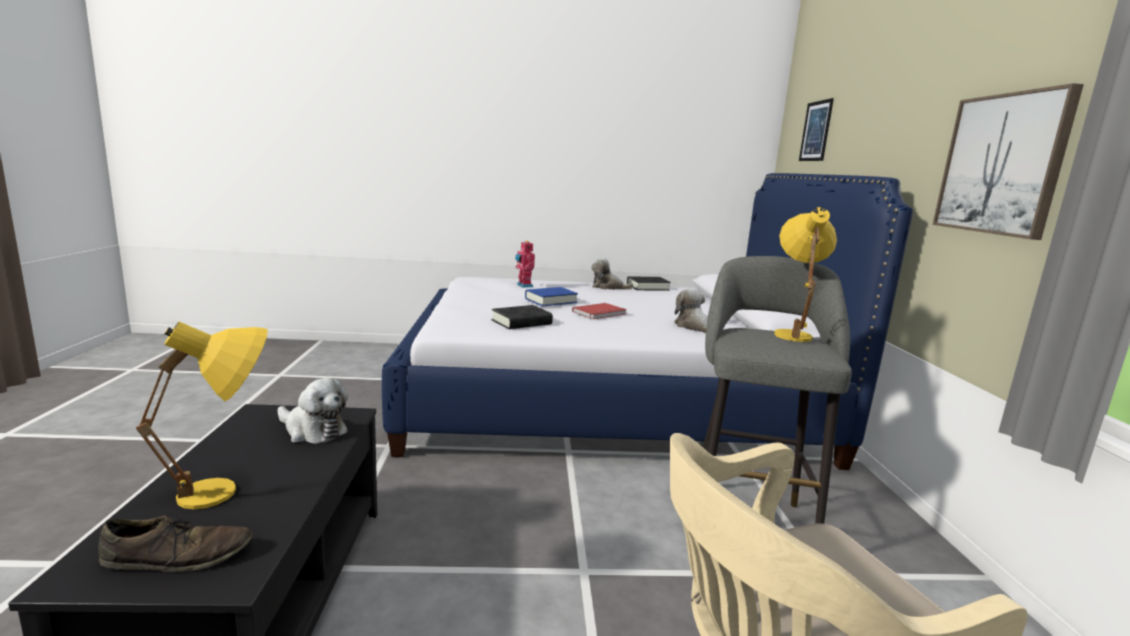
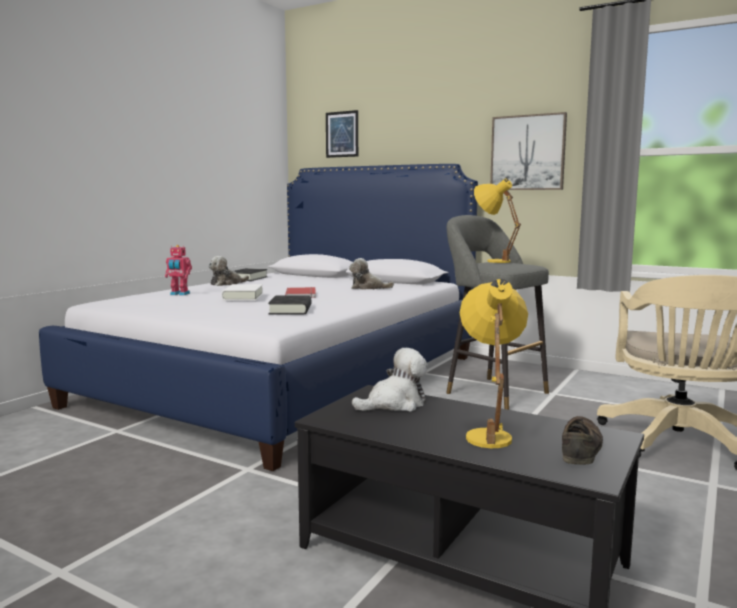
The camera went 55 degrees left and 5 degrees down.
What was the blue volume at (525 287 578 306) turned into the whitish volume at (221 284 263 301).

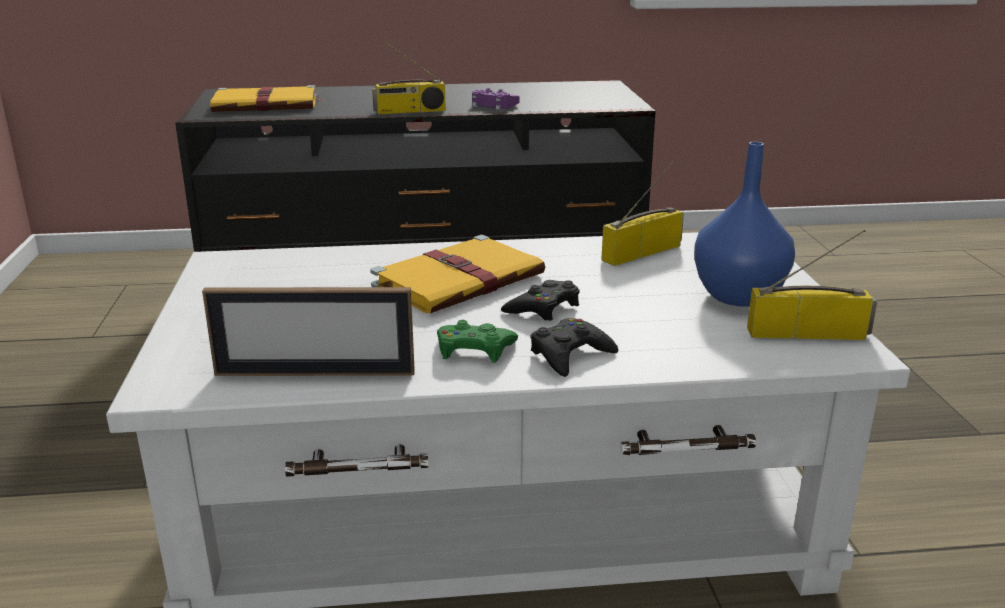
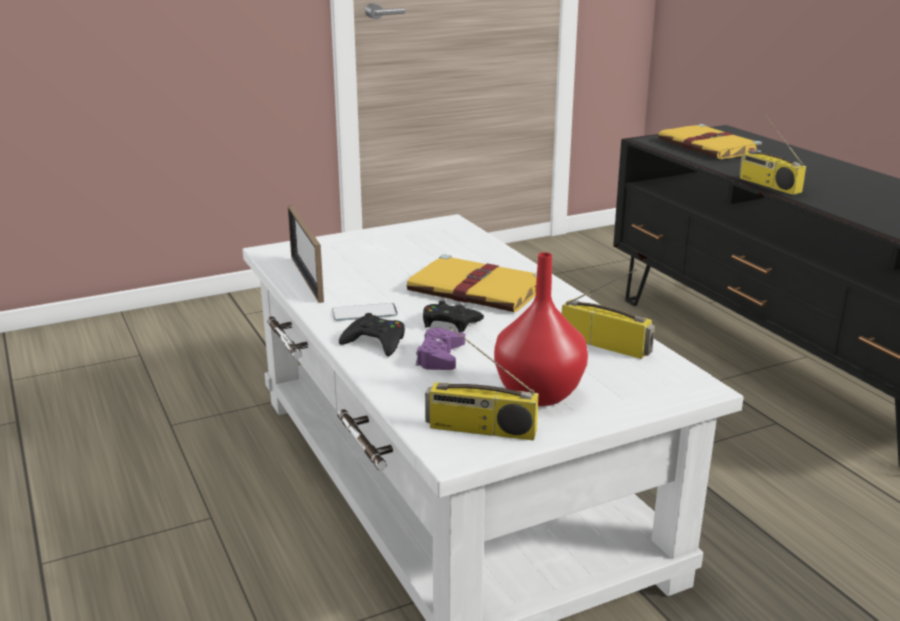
The camera went 70 degrees right and 0 degrees up.
The purplish gamepad ended up elsewhere, having gone from (472 88 520 110) to (416 328 465 370).
What was the blue vase at (694 142 795 307) turned into the red vase at (494 252 588 406).
The radio receiver at (747 230 877 340) ended up facing another way, 120 degrees clockwise from before.
Where the greenish gamepad stood at (437 320 518 363), the handset came to stand at (332 303 398 321).

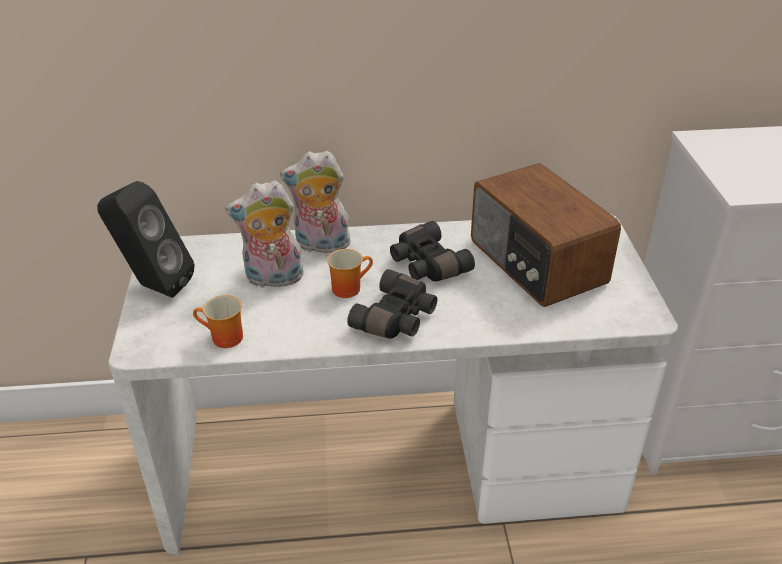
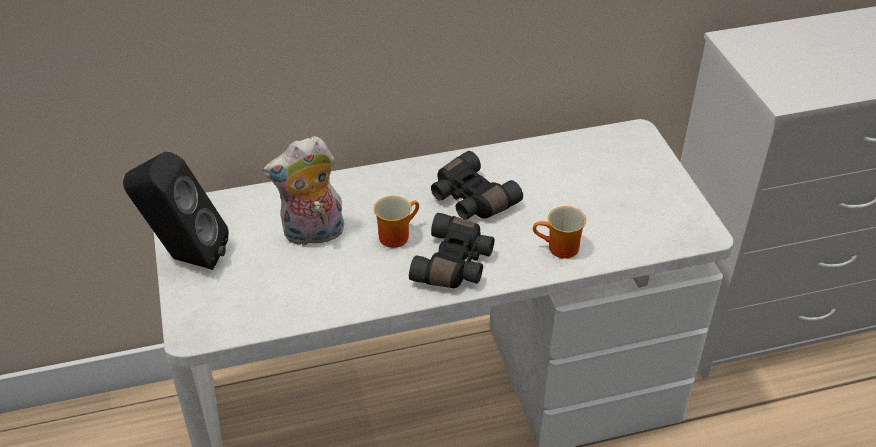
The camera went 10 degrees left and 5 degrees up.
The second view lost the cuddly toy at (280 150 353 253).
The second view lost the radio receiver at (471 163 621 307).
The tea mug ended up elsewhere, having gone from (193 295 243 348) to (533 206 586 259).

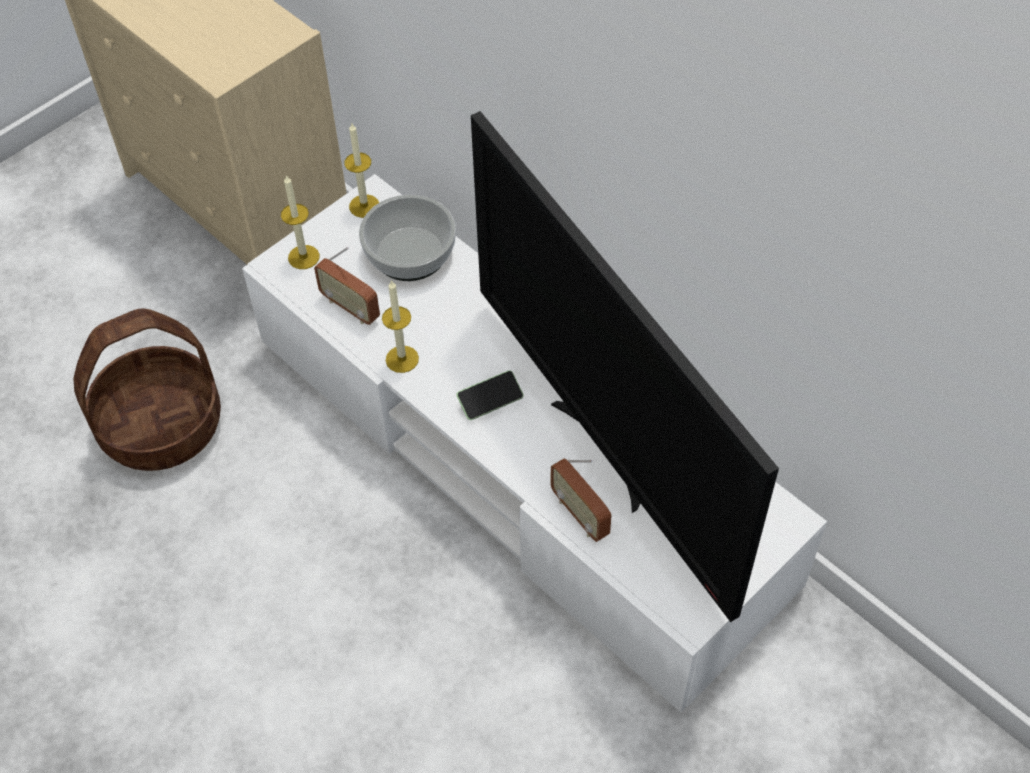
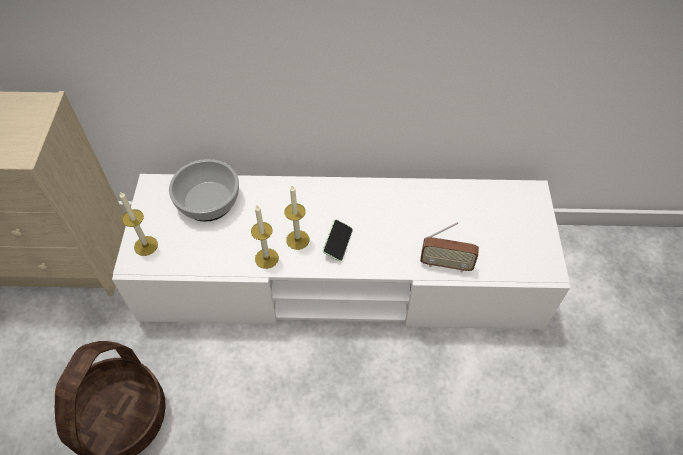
The camera went 45 degrees left and 0 degrees up.
The second view lost the television at (471 111 779 622).
The candle ended up elsewhere, having gone from (344 123 379 218) to (285 185 309 250).
The second view lost the radio receiver at (314 247 380 325).

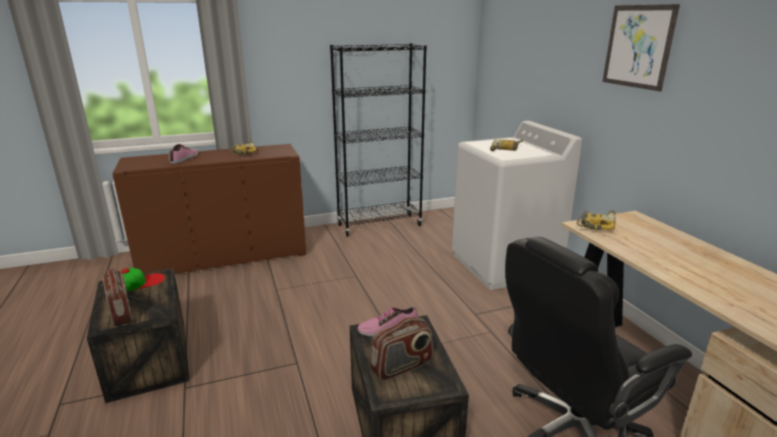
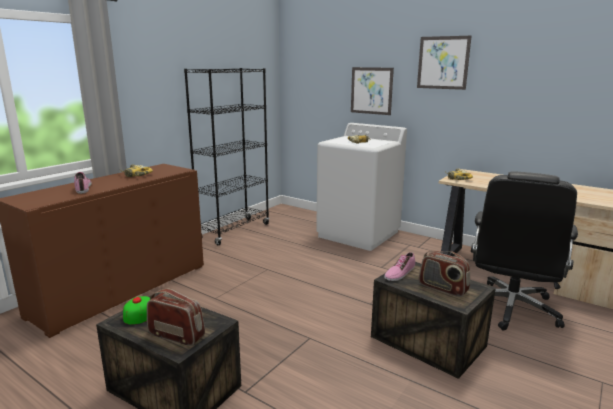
The camera went 35 degrees left and 5 degrees down.
The radio receiver at (369 317 433 381) ended up facing another way, 105 degrees clockwise from before.
The second view gained the wall picture at (351 67 394 115).

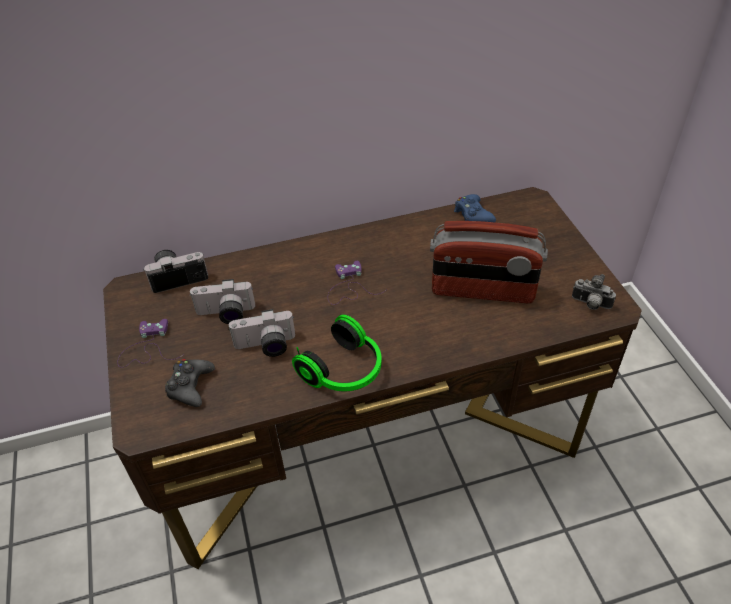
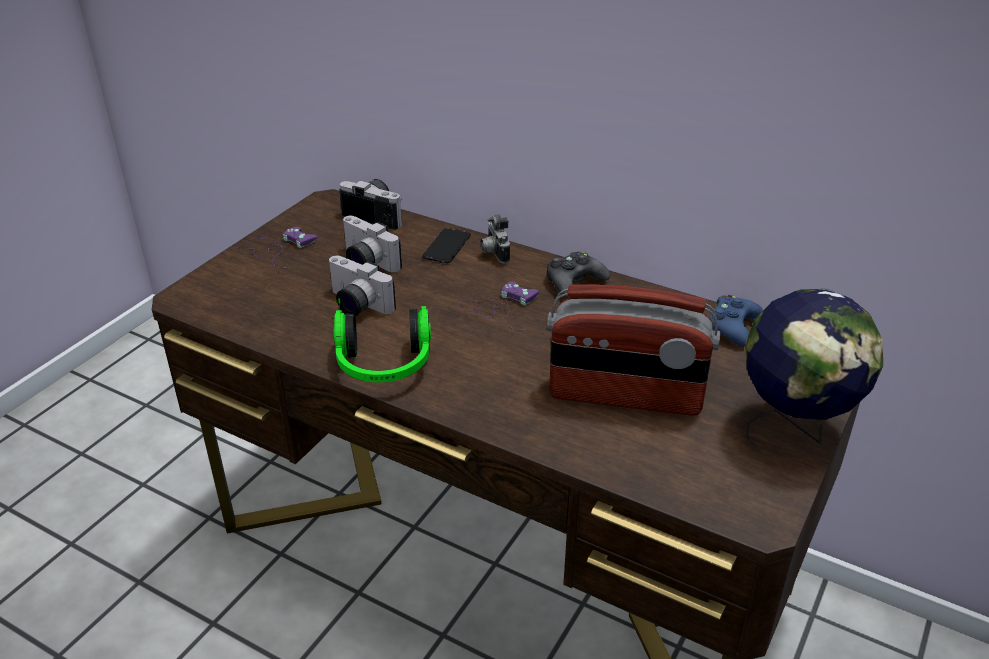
The camera went 45 degrees right and 10 degrees down.
The radio receiver at (430 221 548 303) ended up facing another way, 45 degrees counterclockwise from before.
The still camera ended up elsewhere, having gone from (572 274 616 310) to (481 214 510 263).
The black-coloured gamepad ended up elsewhere, having gone from (165 359 215 407) to (547 251 610 297).
The second view gained the handset at (422 228 471 263).
The second view gained the world globe at (745 289 883 453).

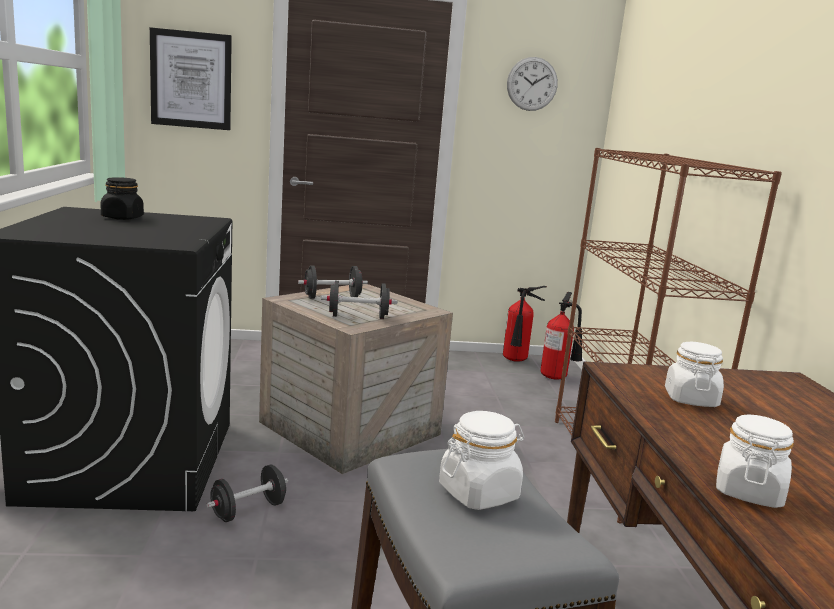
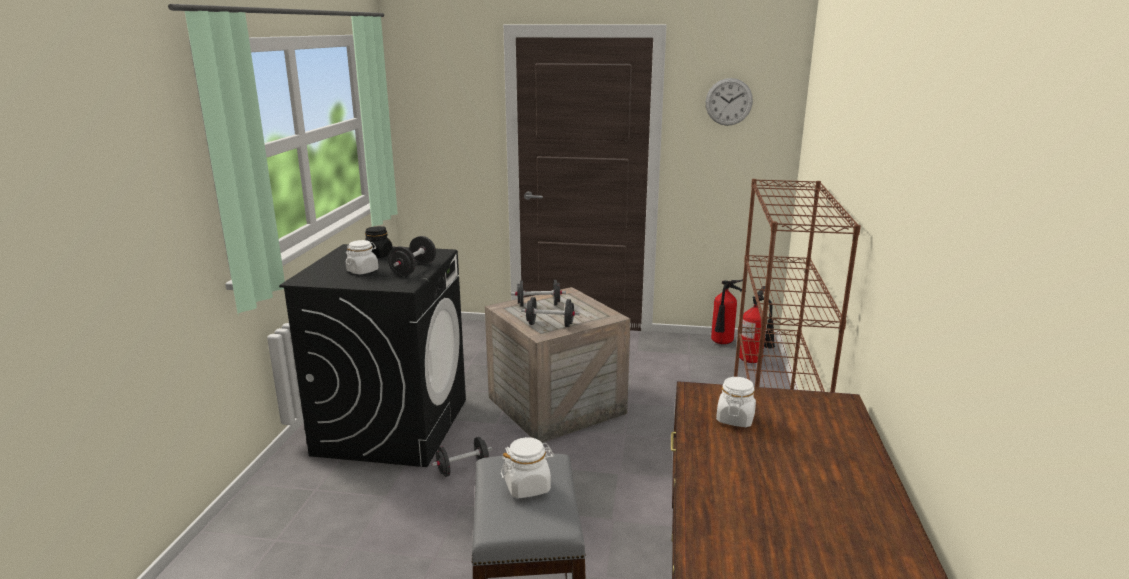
The camera went 15 degrees right and 5 degrees up.
The second view lost the wall picture at (150 27 232 130).
The whitish preserve jar ended up elsewhere, having gone from (716 414 794 508) to (346 240 378 274).
The second view gained the black-coloured free weight at (388 236 436 276).

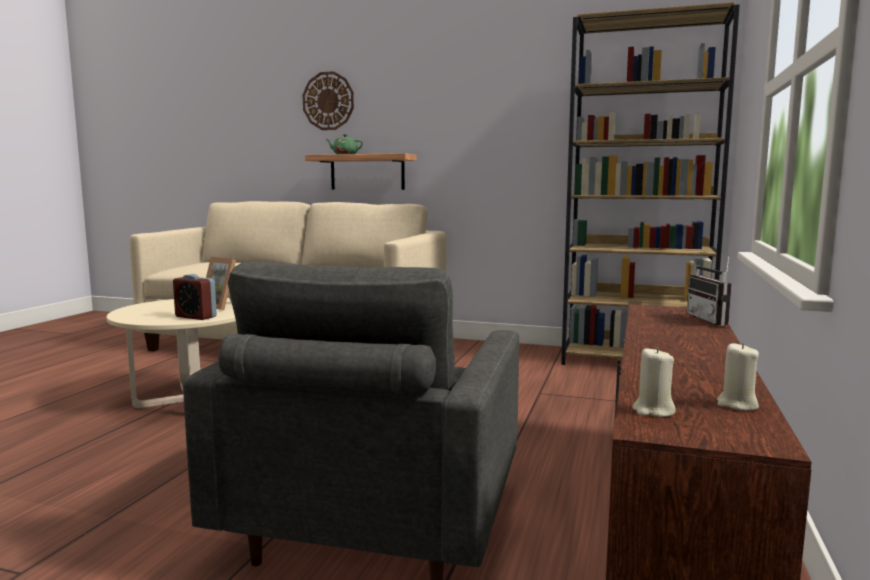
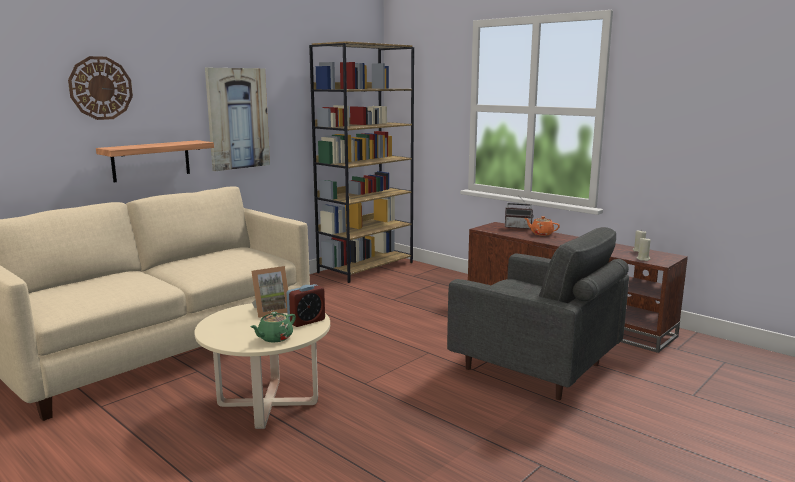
The camera went 65 degrees left and 5 degrees up.
The greenish teapot ended up elsewhere, having gone from (326 134 363 154) to (250 312 296 343).
The second view gained the wall picture at (205 68 270 171).
The second view gained the orangey teapot at (525 216 560 235).

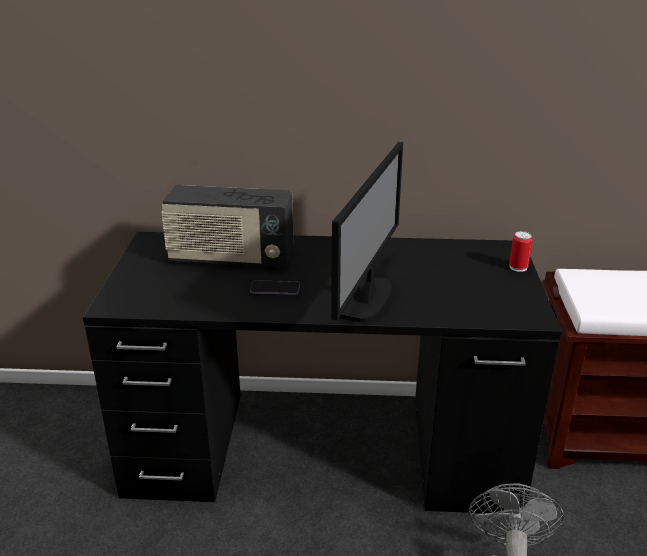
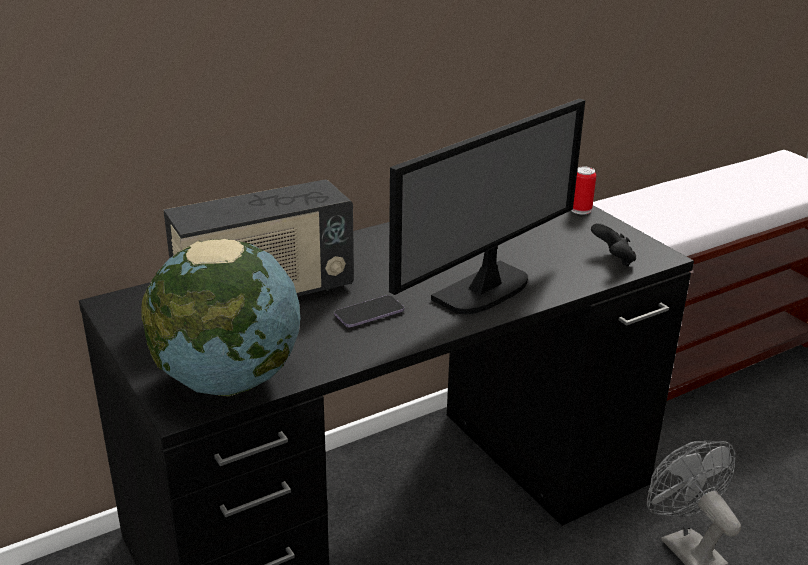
The camera went 35 degrees left and 0 degrees up.
The computer screen at (331 142 403 322) ended up facing another way, 60 degrees clockwise from before.
The second view gained the black-coloured gamepad at (591 223 636 267).
The second view gained the world globe at (141 239 300 396).

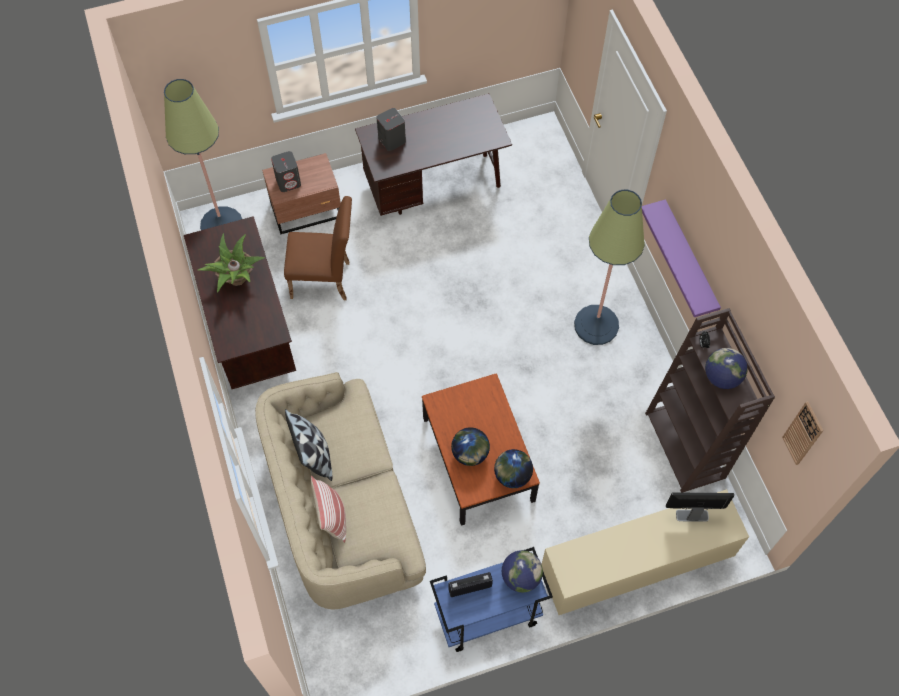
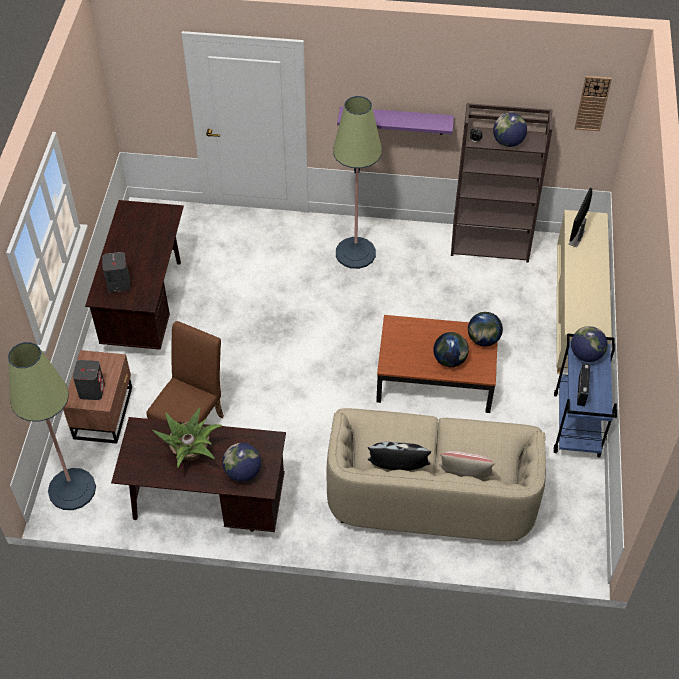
The camera went 65 degrees left and 10 degrees down.
The second view gained the world globe at (222 443 261 482).

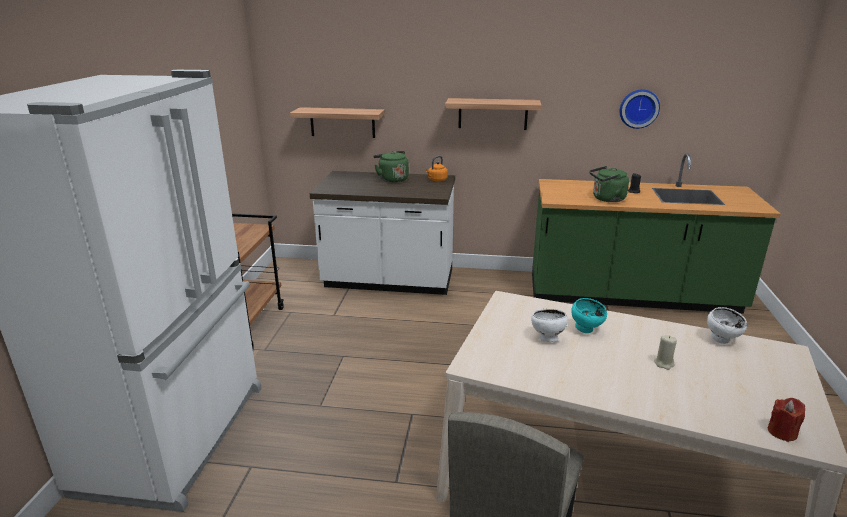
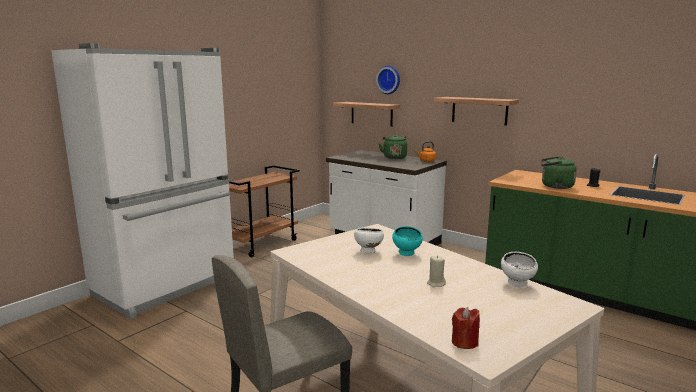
The camera went 30 degrees right and 10 degrees down.
The clock on the wall ended up elsewhere, having gone from (620 89 660 129) to (376 65 400 94).

